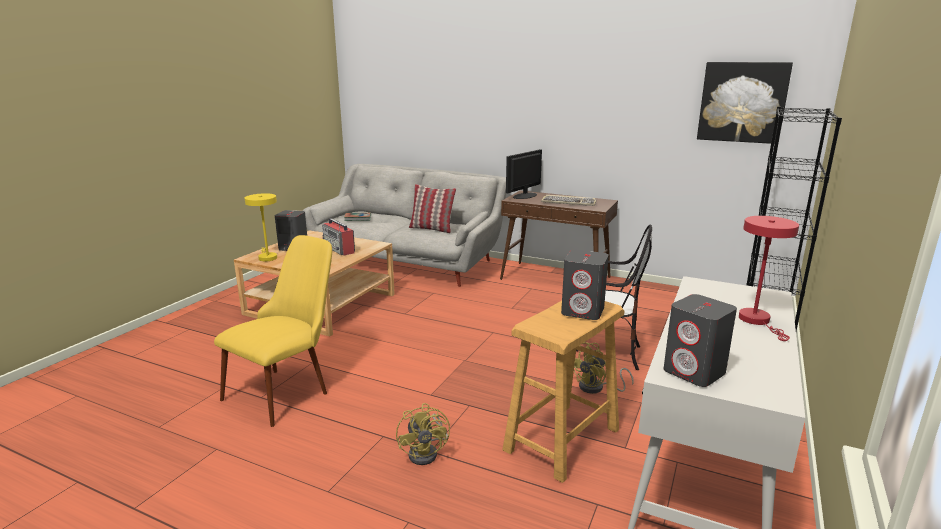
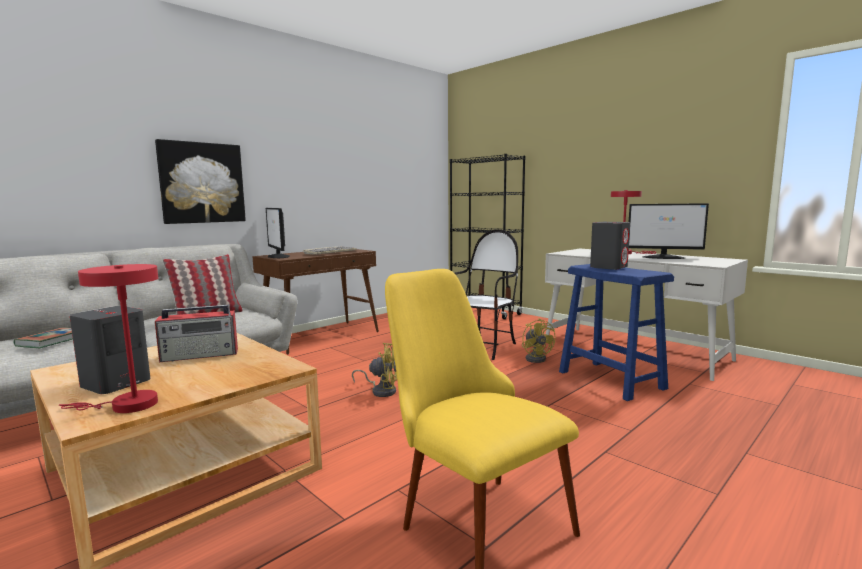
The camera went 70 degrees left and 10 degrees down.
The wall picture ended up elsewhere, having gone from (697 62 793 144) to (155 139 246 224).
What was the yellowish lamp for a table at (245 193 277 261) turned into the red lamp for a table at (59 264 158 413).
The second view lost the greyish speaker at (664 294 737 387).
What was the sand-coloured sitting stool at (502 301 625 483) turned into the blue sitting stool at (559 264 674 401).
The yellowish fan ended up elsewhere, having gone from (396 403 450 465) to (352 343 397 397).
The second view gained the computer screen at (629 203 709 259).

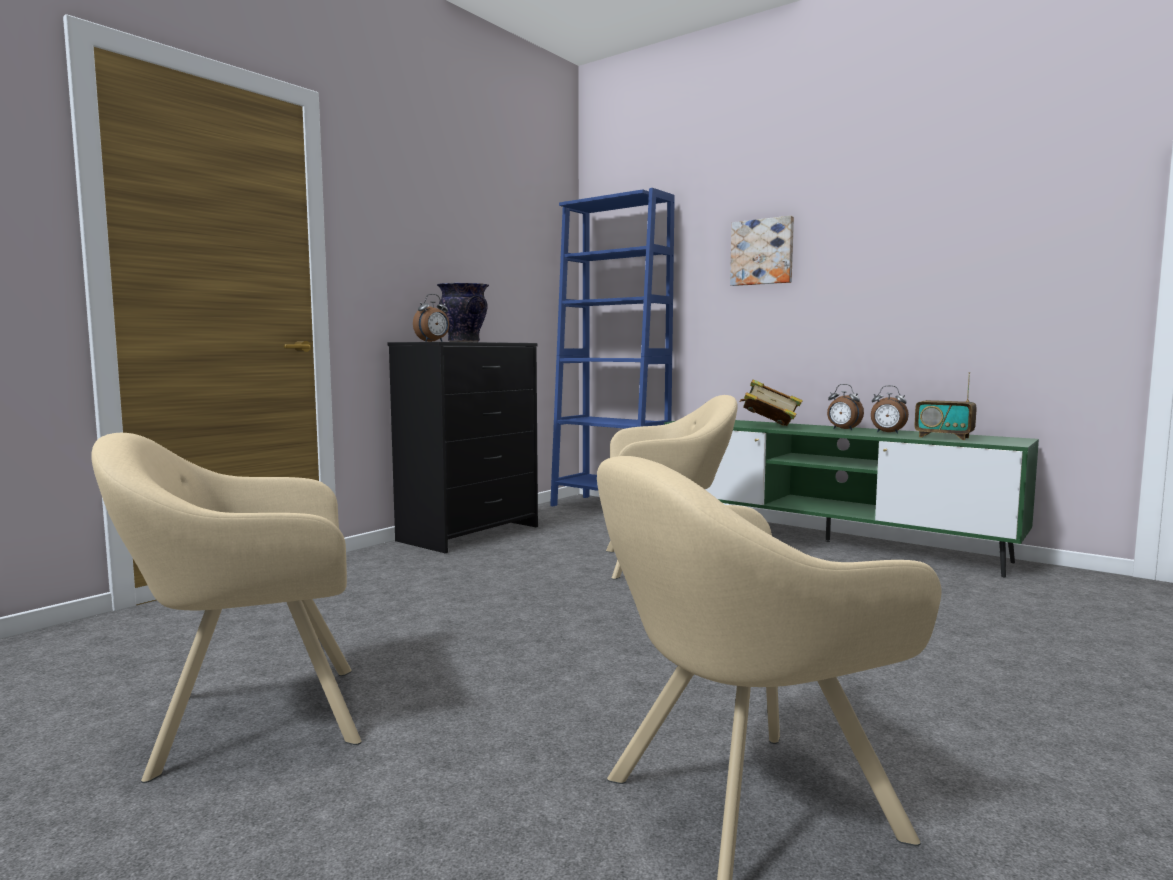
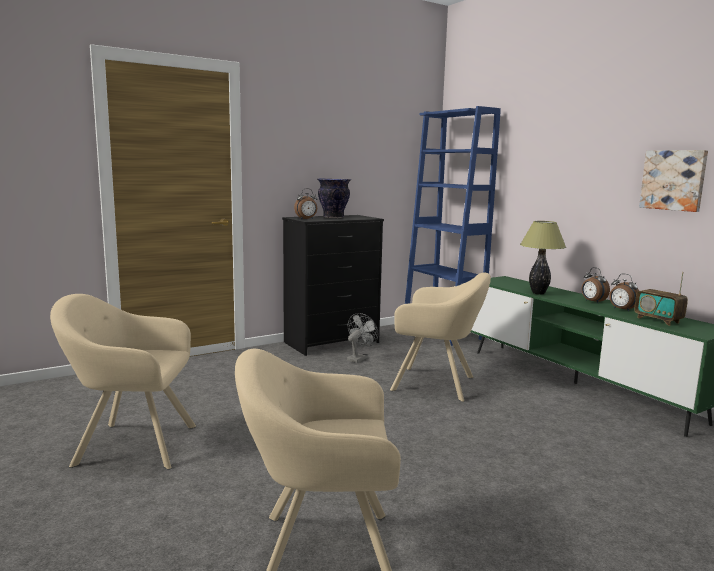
The camera went 20 degrees right and 5 degrees up.
The wall picture ended up elsewhere, having gone from (730 216 794 286) to (639 150 708 212).
Where the volume stood at (739 379 803 426), the lamp for a table came to stand at (520 221 566 295).
The second view gained the greyish fan at (347 313 378 363).

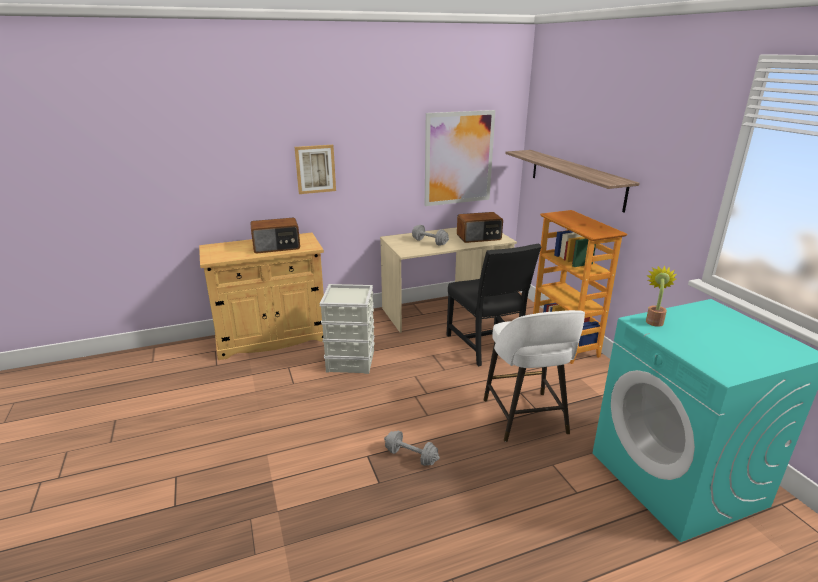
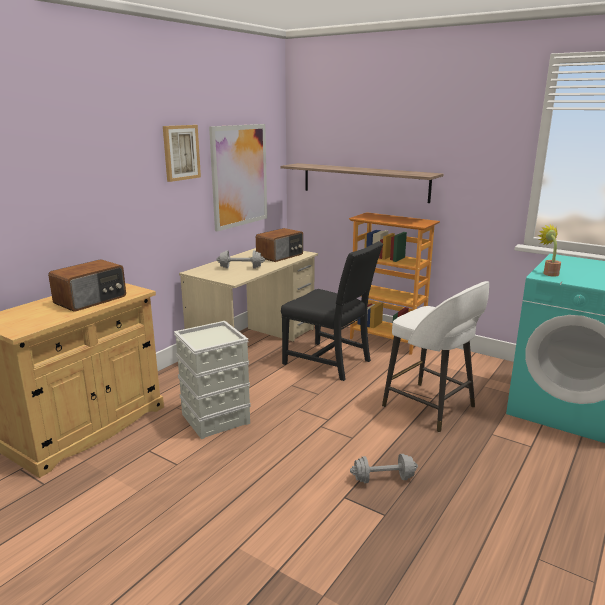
The camera went 35 degrees left and 5 degrees down.
The wall picture ended up elsewhere, having gone from (295 145 336 194) to (163 125 201 182).

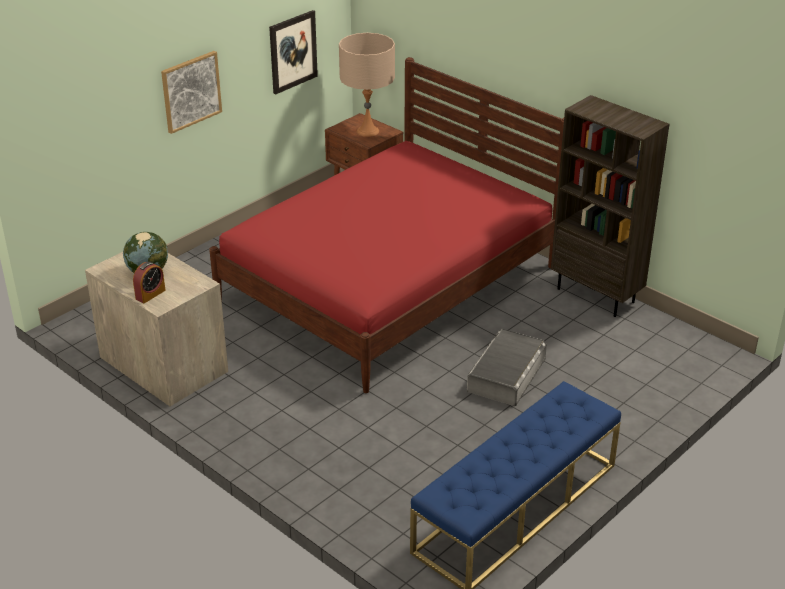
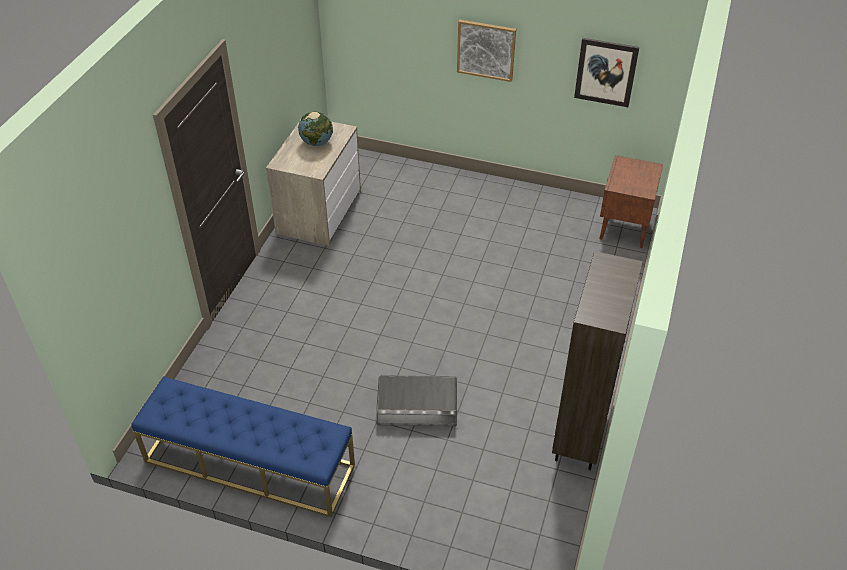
The camera went 65 degrees right and 10 degrees up.
The second view lost the sand-coloured lamp for a table at (339 33 395 137).
The second view lost the red bedroom bed at (209 57 564 393).
The second view lost the table clock at (133 262 166 304).

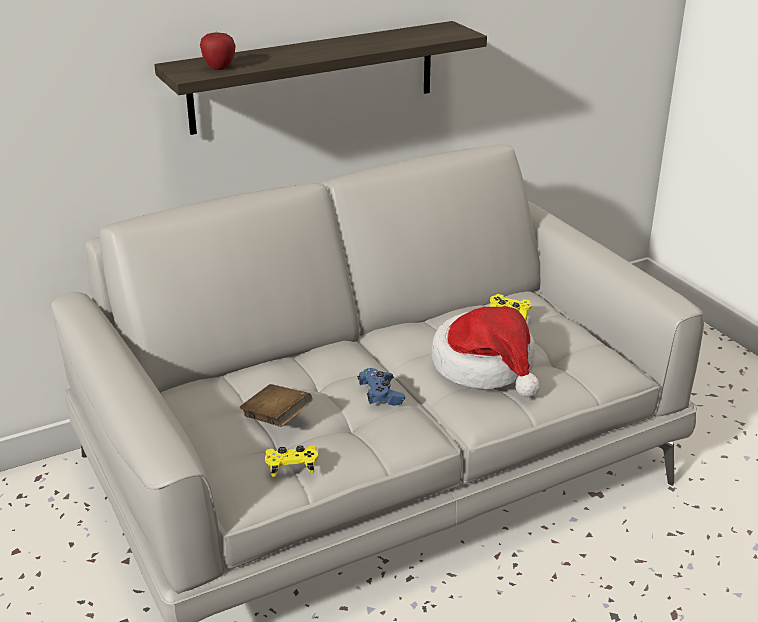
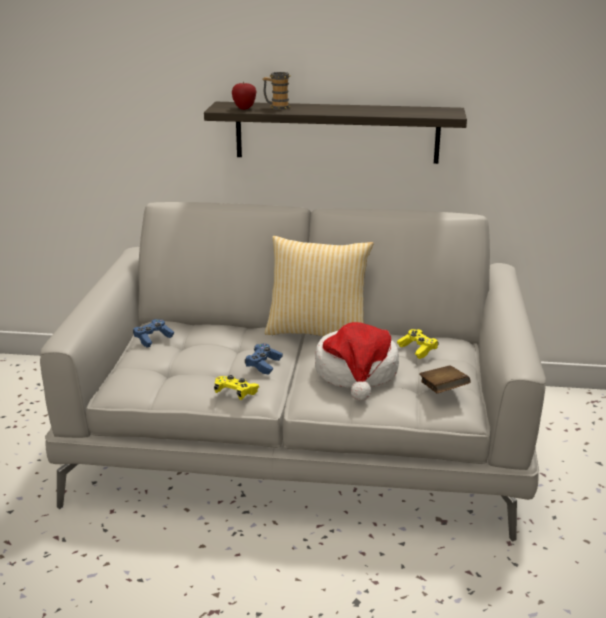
The camera went 35 degrees right and 5 degrees down.
The brownish volume ended up elsewhere, having gone from (240 384 313 427) to (419 366 471 393).
The yellowish gamepad ended up elsewhere, having gone from (265 445 319 477) to (214 375 259 400).
The second view gained the tea mug at (262 72 291 110).
The second view gained the throw pillow at (265 236 374 336).
The second view gained the blue gamepad at (133 319 174 348).

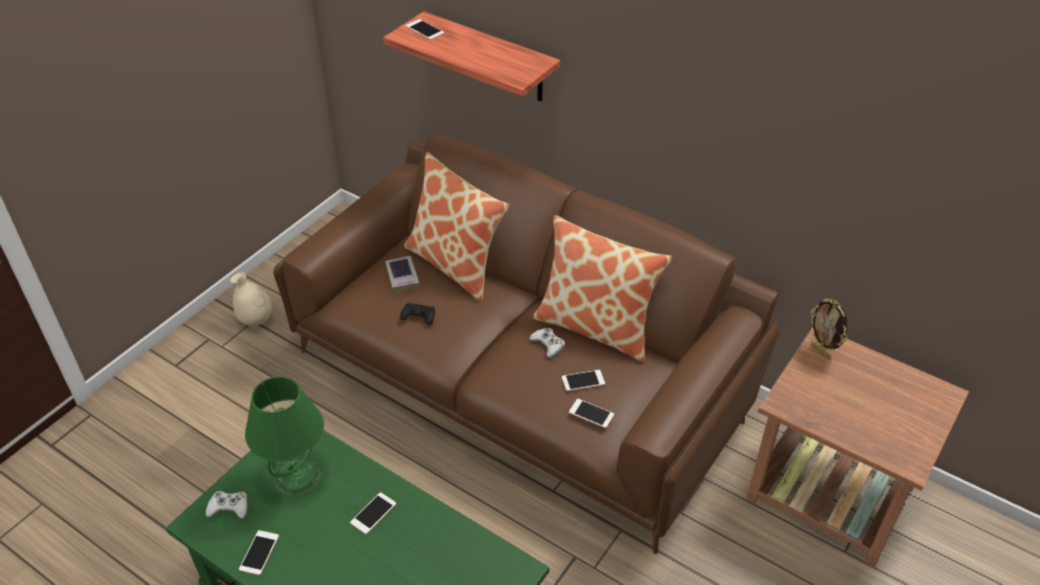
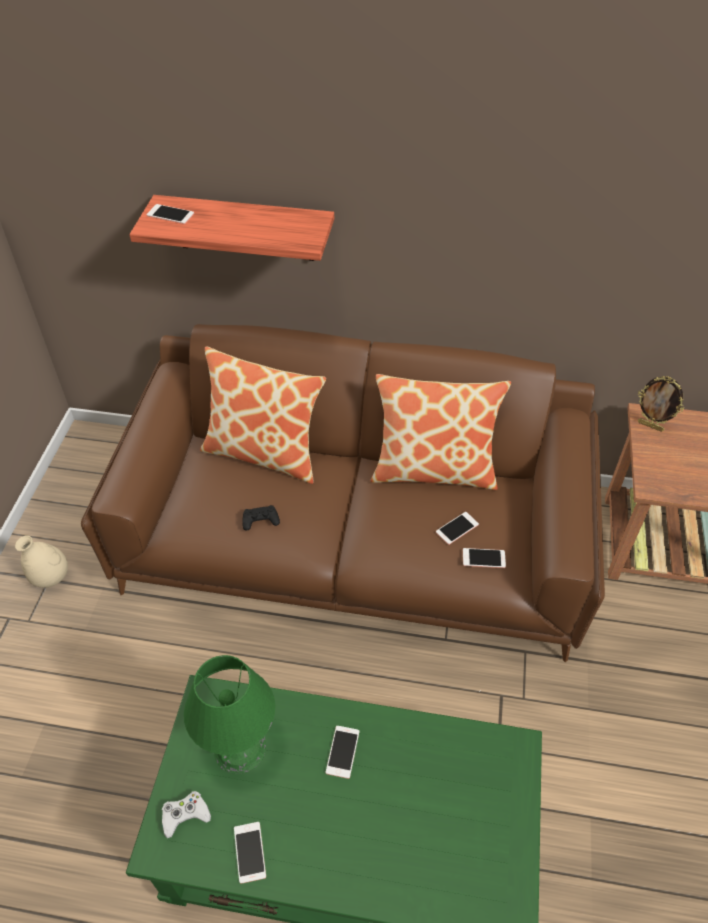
The camera went 25 degrees left and 5 degrees up.
The second view lost the volume at (385 256 420 293).
The second view lost the whitish gamepad at (529 328 565 358).

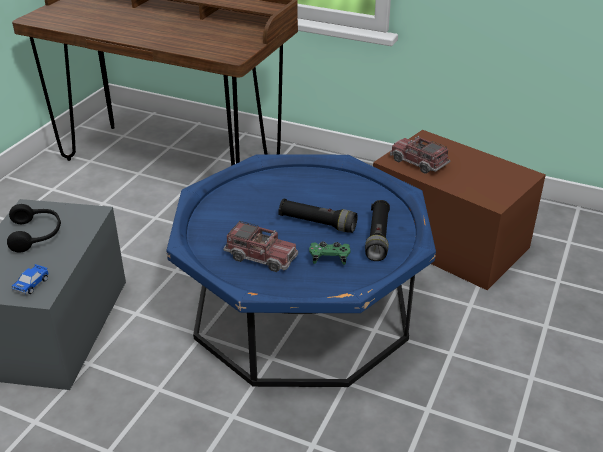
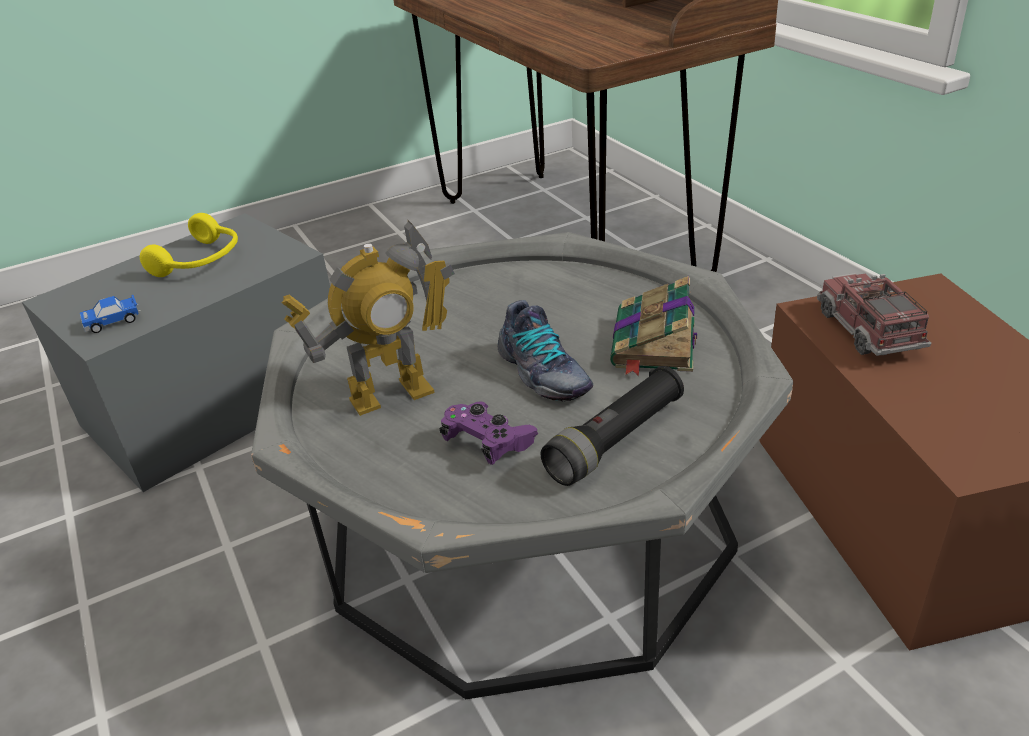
The camera went 40 degrees right and 0 degrees up.
What was the blue low table at (167 154 436 387) turned into the greyish low table at (251 232 793 699).
Where the black-coloured hand torch stood at (278 198 358 233), the low shoe came to stand at (498 300 593 401).
What was the black-coloured pair of headphones at (7 204 61 253) turned into the yellowish pair of headphones at (140 213 238 277).
Where the model truck stood at (223 221 298 272), the toy robot came to stand at (282 219 455 416).
What was the greenish gamepad at (309 242 351 265) turned into the purplish gamepad at (439 401 538 465).
The second view gained the volume at (610 276 697 376).

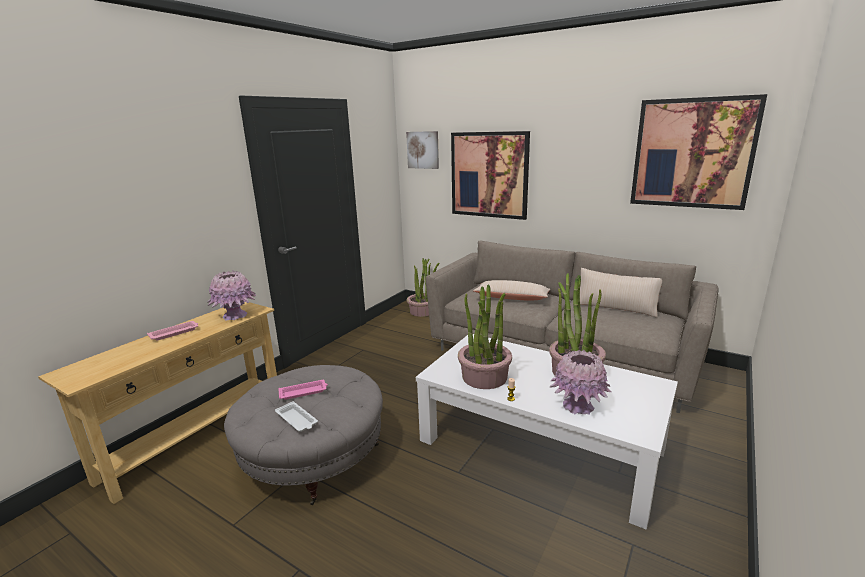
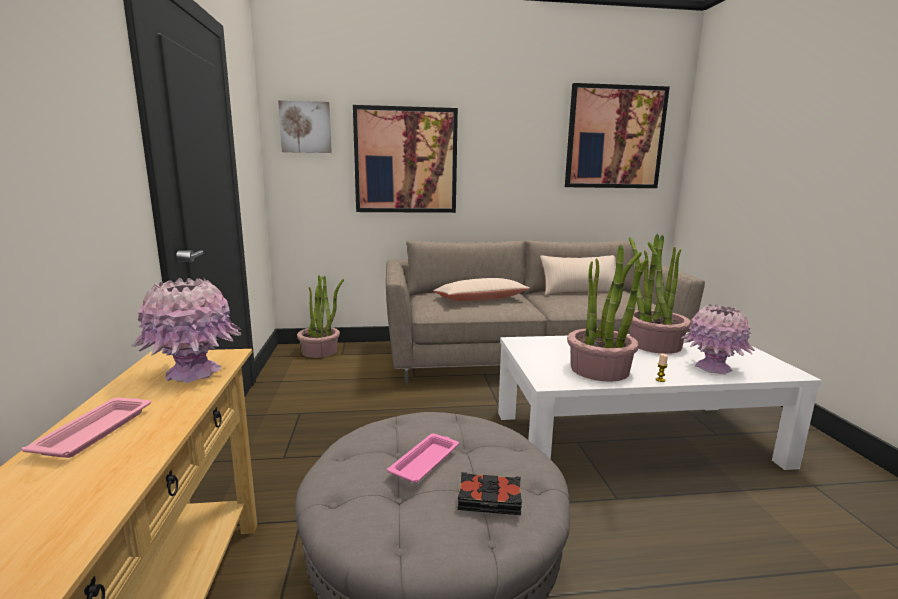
The camera went 40 degrees left and 5 degrees down.
Where the whitish tray stood at (275 401 318 432), the black-coloured volume came to stand at (458 472 522 515).

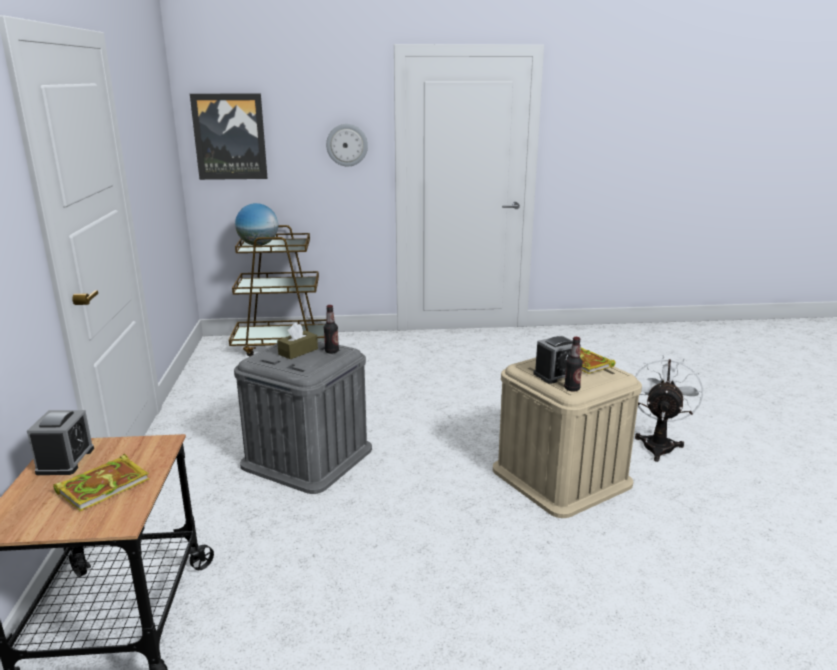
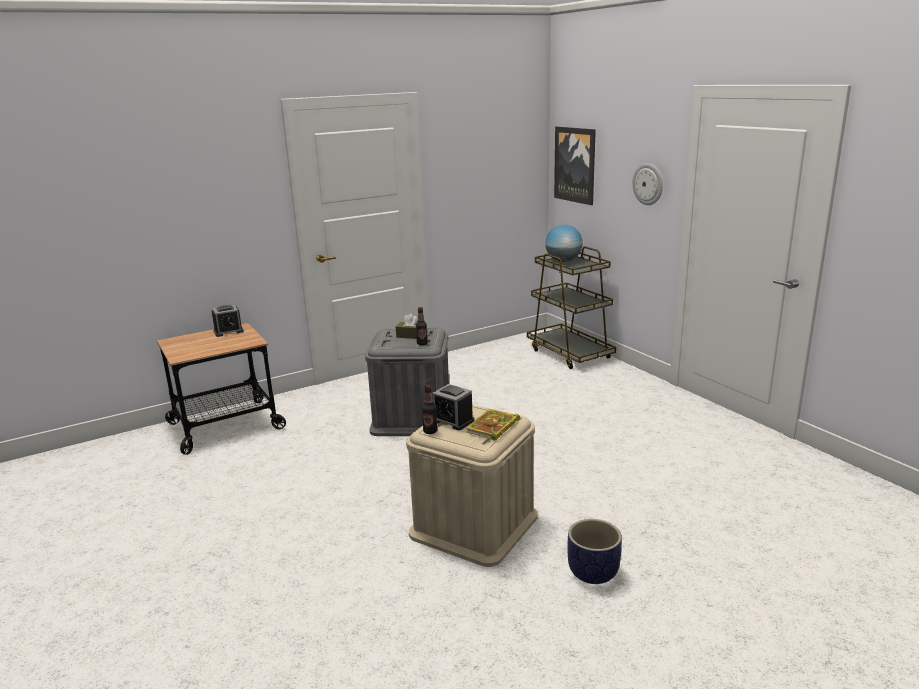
The camera went 65 degrees right and 0 degrees up.
Where the whitish fan stood at (635 355 703 462), the plant pot came to stand at (568 519 622 584).
The second view lost the volume at (53 454 149 511).

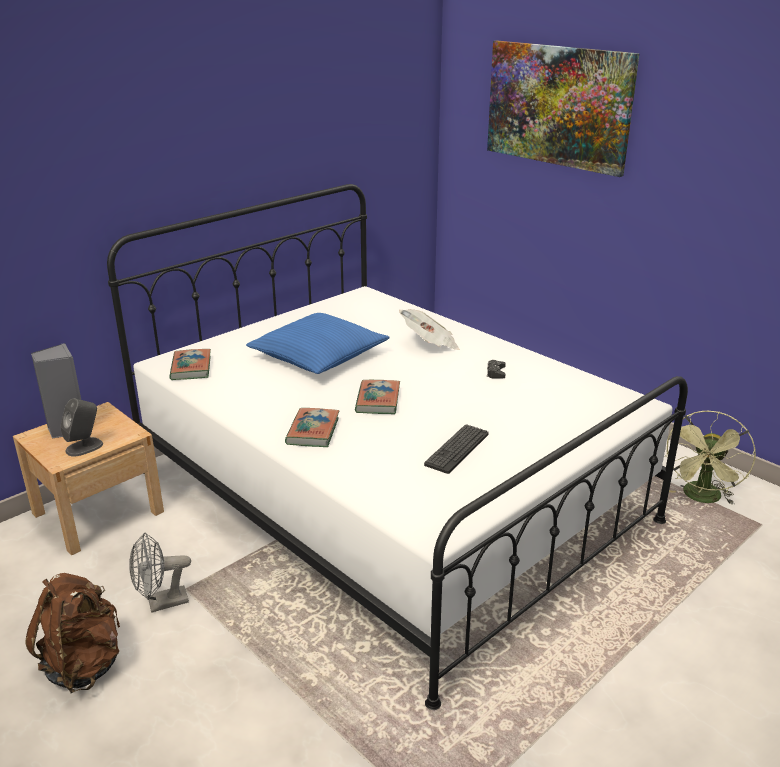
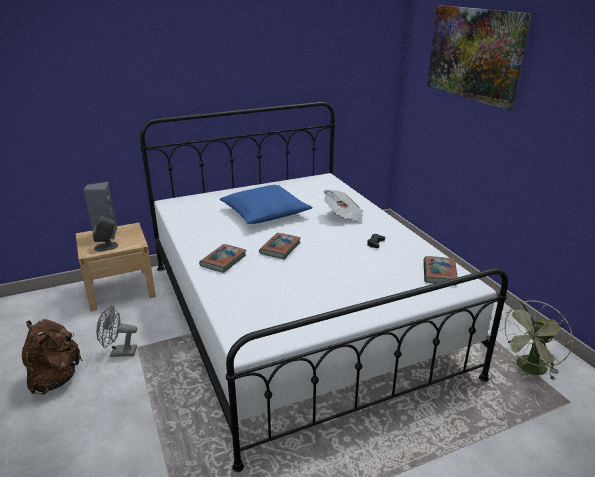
The camera went 20 degrees right and 0 degrees up.
The volume ended up elsewhere, having gone from (169 349 211 380) to (424 256 458 283).
The second view lost the keyboard at (424 424 489 474).

